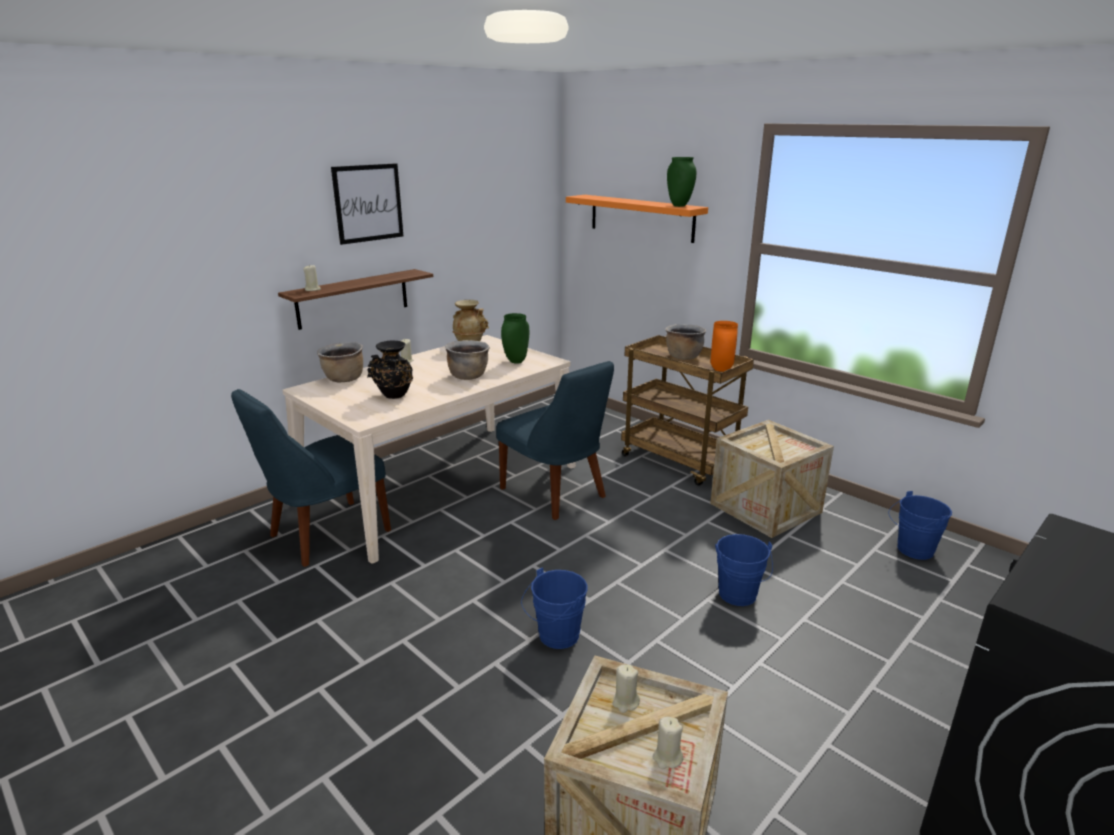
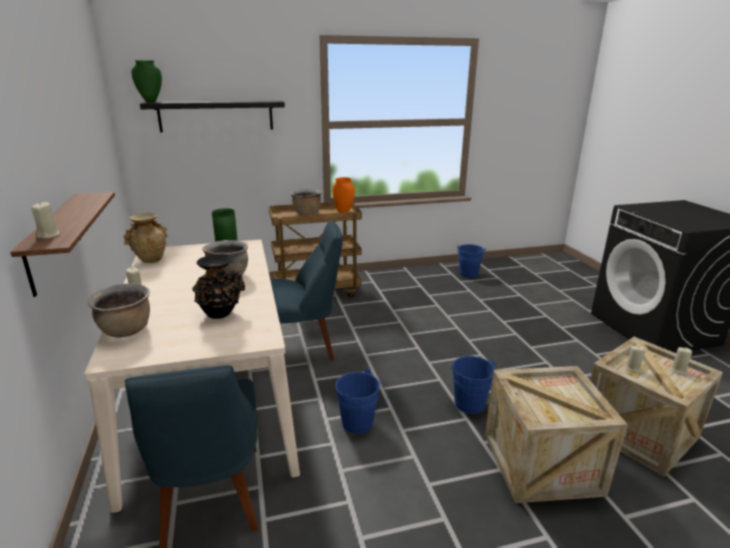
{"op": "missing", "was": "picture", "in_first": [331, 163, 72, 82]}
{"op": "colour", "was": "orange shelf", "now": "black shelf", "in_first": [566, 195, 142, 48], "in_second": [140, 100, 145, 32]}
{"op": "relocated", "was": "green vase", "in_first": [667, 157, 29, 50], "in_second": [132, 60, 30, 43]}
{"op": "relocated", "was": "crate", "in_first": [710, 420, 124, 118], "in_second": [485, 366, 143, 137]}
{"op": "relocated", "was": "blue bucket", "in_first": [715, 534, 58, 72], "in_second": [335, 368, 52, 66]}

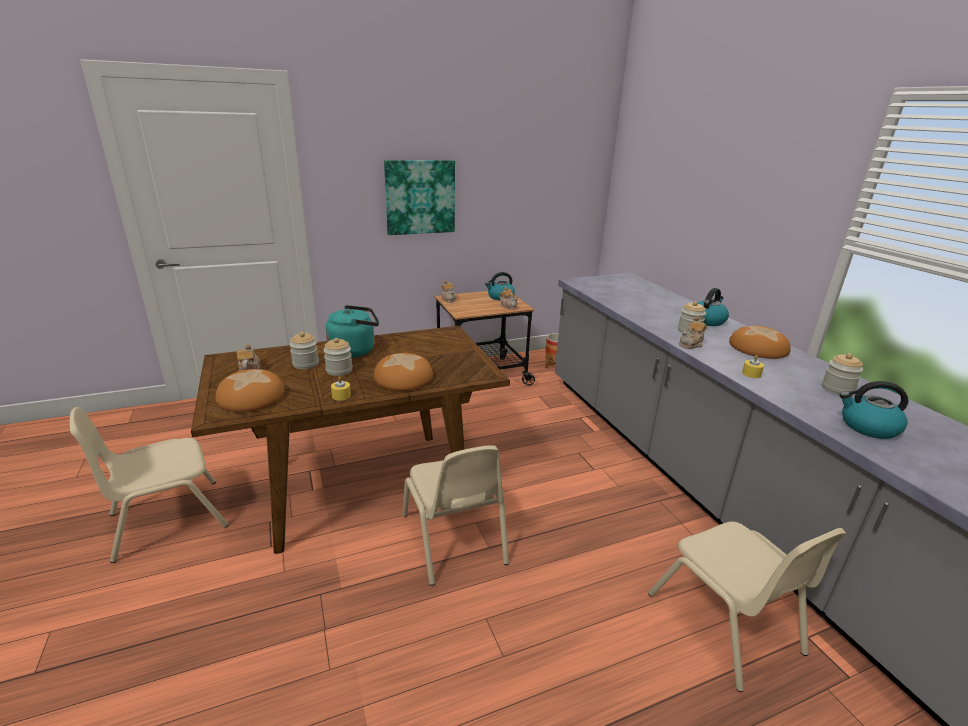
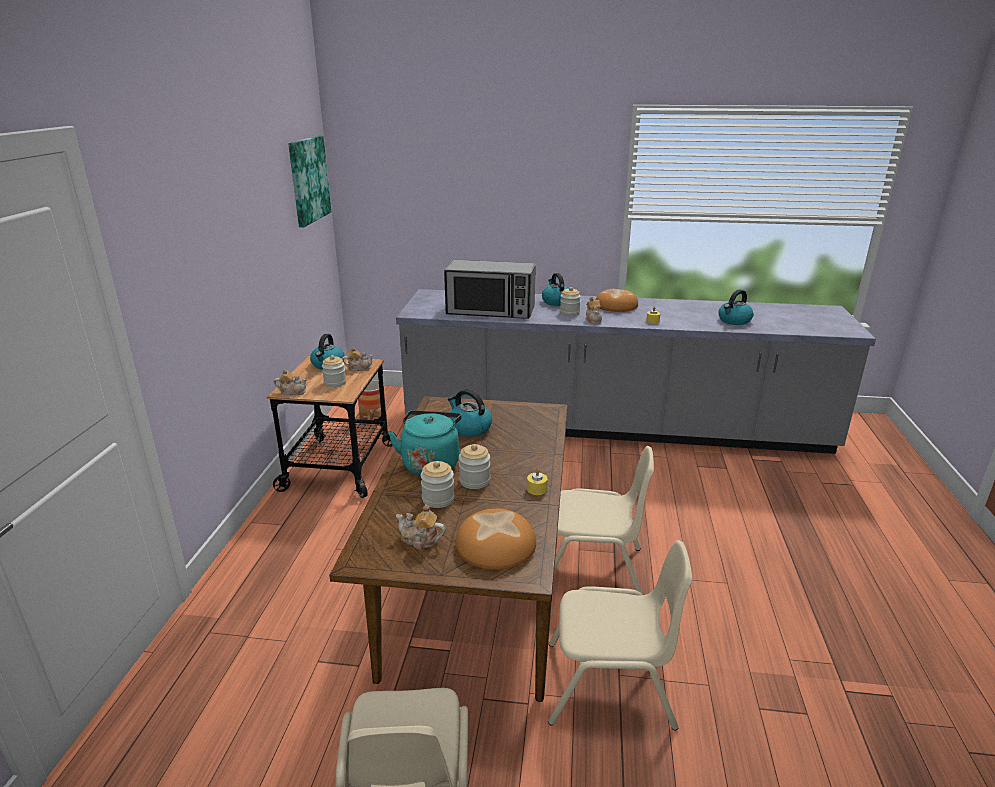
{"op": "missing", "was": "bread", "in_first": [374, 353, 59, 38]}
{"op": "relocated", "was": "picture", "in_first": [384, 160, 71, 75], "in_second": [288, 136, 43, 91]}
{"op": "relocated", "was": "beige chair", "in_first": [648, 521, 198, 171], "in_second": [548, 540, 144, 190]}
{"op": "relocated", "was": "jar", "in_first": [822, 353, 41, 42], "in_second": [322, 355, 24, 32]}
{"op": "appeared", "now": "microwave", "in_second": [444, 260, 92, 59]}
{"op": "appeared", "now": "kettle", "in_second": [448, 389, 44, 48]}

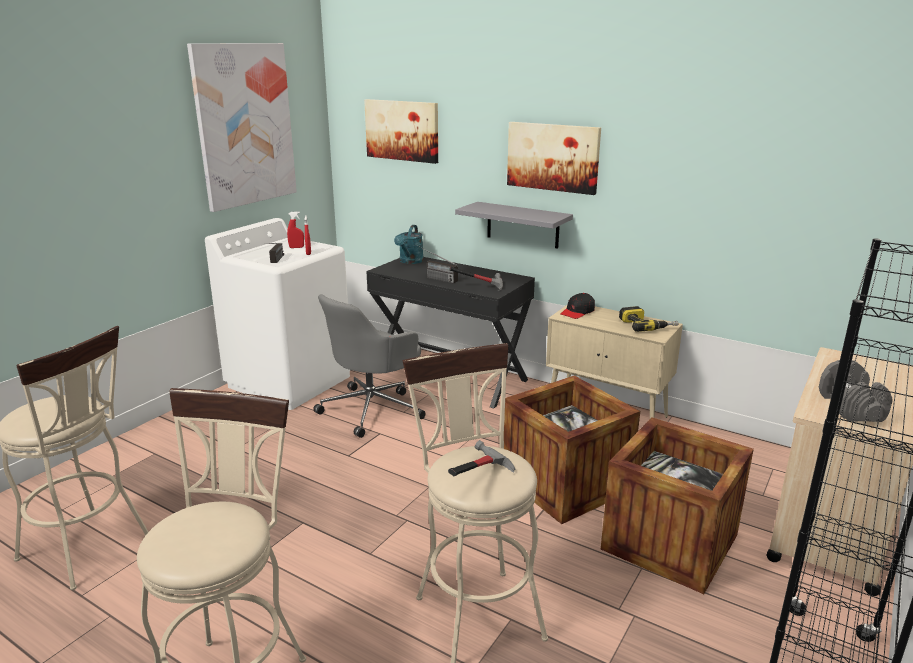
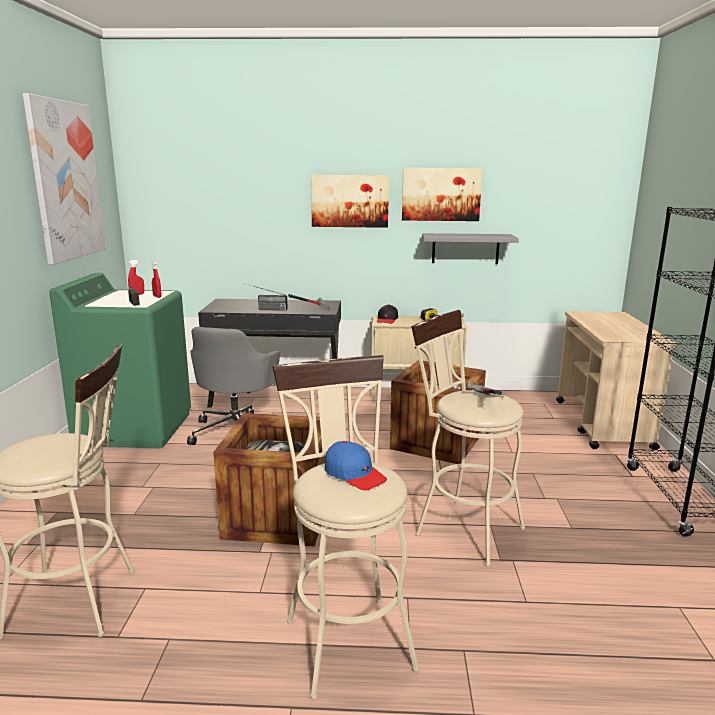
{"op": "colour", "was": "white washing machine", "now": "green washing machine", "in_first": [205, 218, 145, 192], "in_second": [50, 273, 141, 175]}
{"op": "relocated", "was": "picture", "in_first": [364, 99, 74, 65], "in_second": [402, 168, 81, 53]}
{"op": "missing", "was": "turquoise watering can", "in_first": [394, 225, 30, 39]}
{"op": "relocated", "was": "grey shelf", "in_first": [455, 202, 118, 47], "in_second": [422, 233, 97, 31]}
{"op": "relocated", "was": "crate", "in_first": [601, 417, 153, 177], "in_second": [213, 413, 112, 133]}
{"op": "missing", "was": "grey dumbbell", "in_first": [819, 360, 74, 62]}
{"op": "appeared", "now": "blue cap", "in_second": [325, 441, 62, 49]}

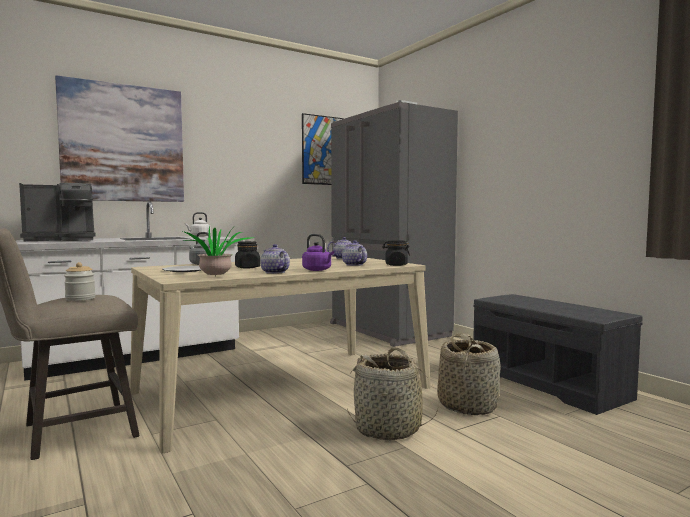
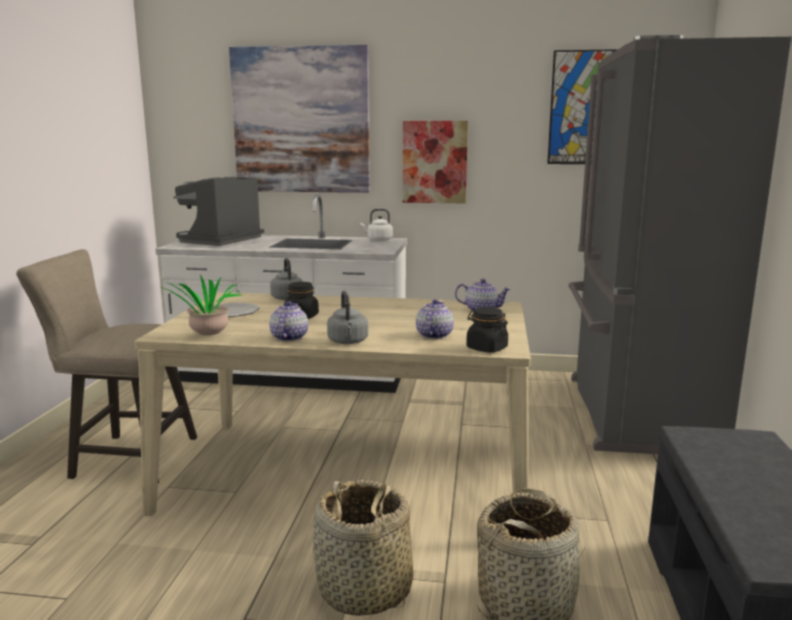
{"op": "spun", "was": "coffee machine", "in_first": [19, 183, 77, 58], "in_second": [174, 177, 90, 69], "clockwise": 105}
{"op": "missing", "was": "jar", "in_first": [64, 262, 32, 39]}
{"op": "colour", "was": "purple kettle", "now": "grey kettle", "in_first": [302, 234, 32, 37], "in_second": [327, 291, 41, 53]}
{"op": "appeared", "now": "picture", "in_second": [403, 121, 65, 83]}

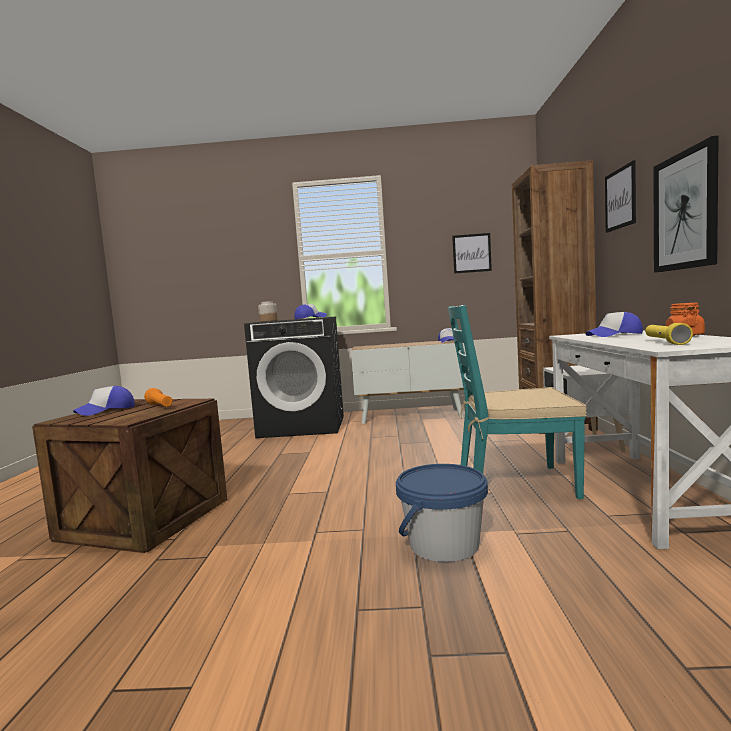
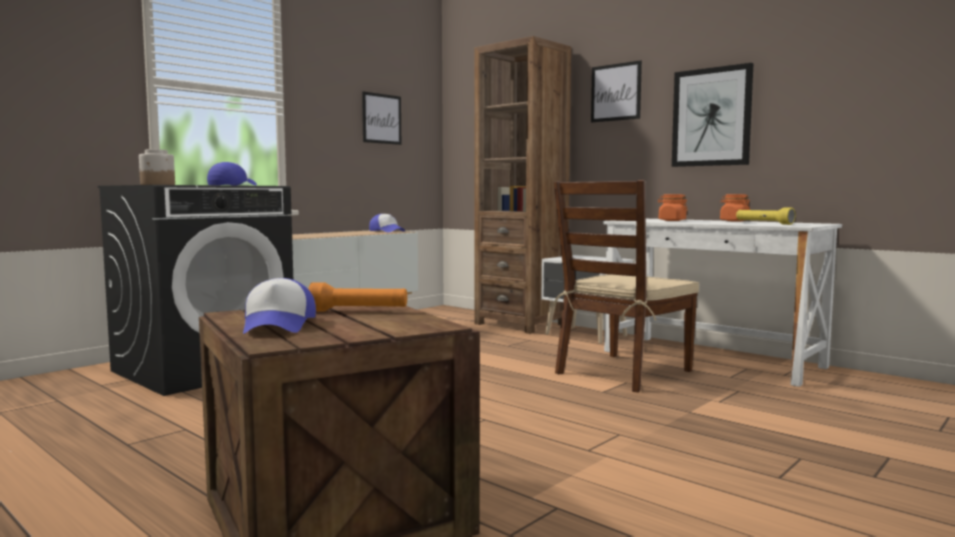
{"op": "missing", "was": "blue bucket", "in_first": [396, 464, 92, 98]}
{"op": "colour", "was": "turquoise chair", "now": "brown chair", "in_first": [448, 305, 139, 194], "in_second": [554, 180, 145, 213]}
{"op": "exchanged", "was": "cap", "now": "orange jar", "in_first": [586, 312, 57, 25], "in_second": [658, 194, 30, 27]}

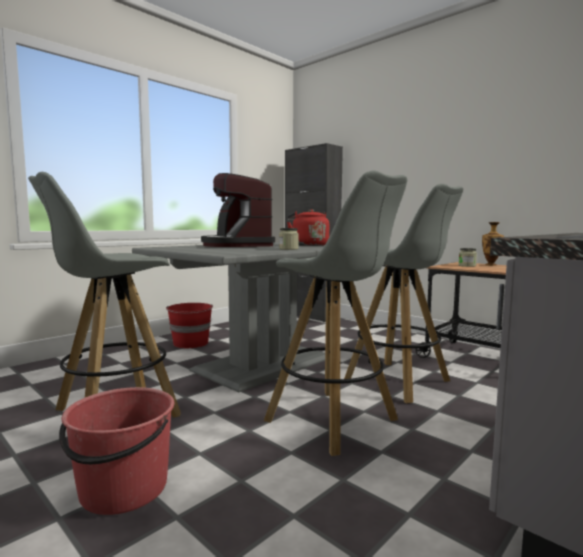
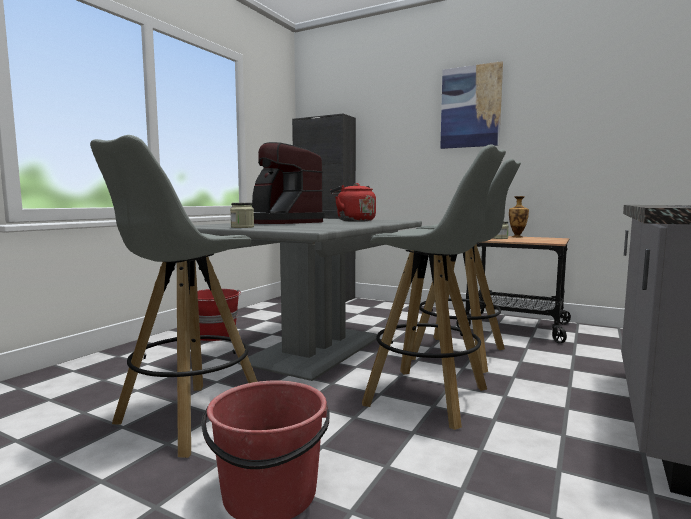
{"op": "relocated", "was": "jar", "in_first": [279, 228, 20, 22], "in_second": [230, 203, 24, 25]}
{"op": "appeared", "now": "picture", "in_second": [440, 61, 63, 88]}

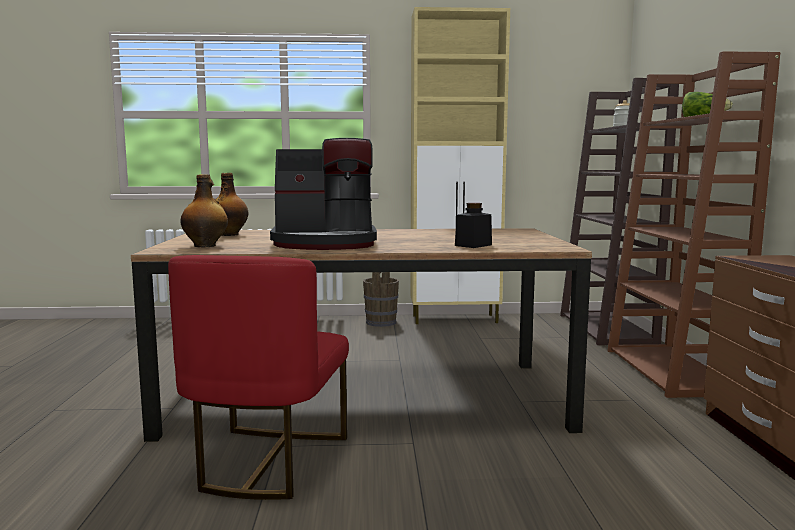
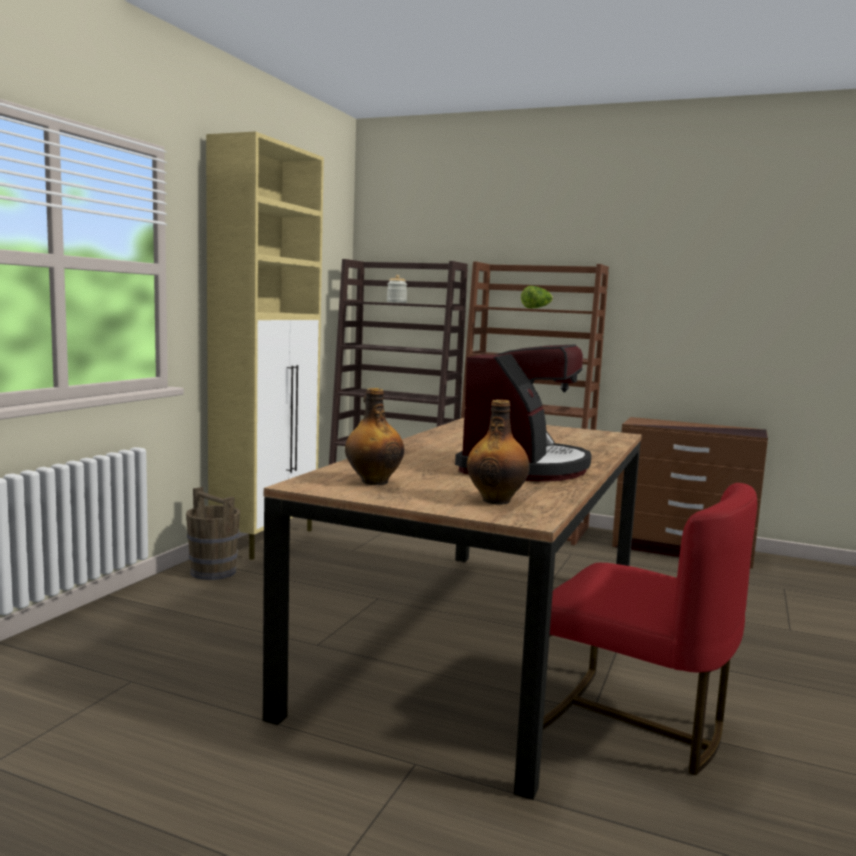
{"op": "missing", "was": "black jar", "in_first": [455, 203, 37, 45]}

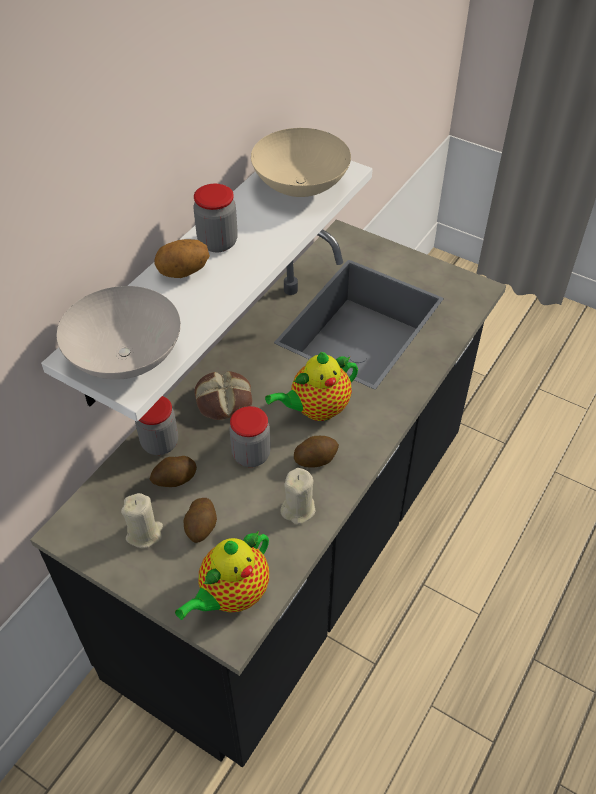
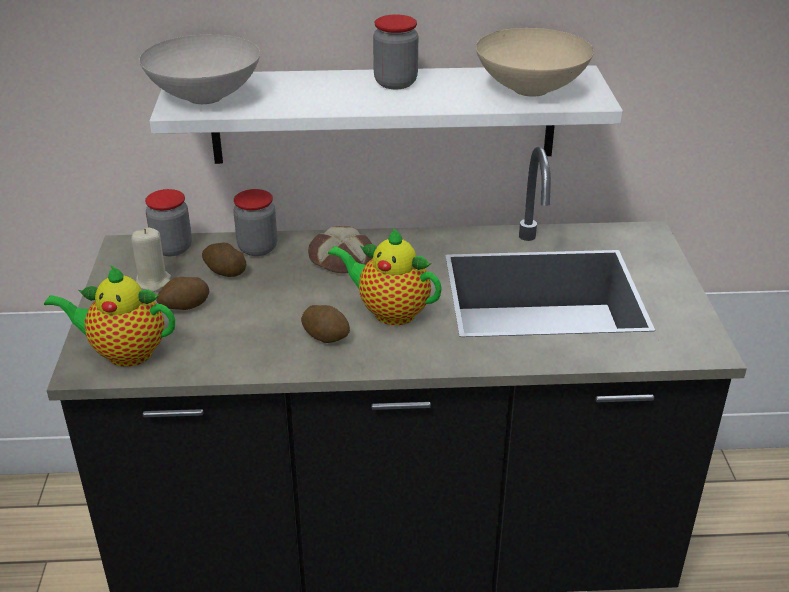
{"op": "missing", "was": "potato", "in_first": [154, 239, 56, 39]}
{"op": "relocated", "was": "jar", "in_first": [229, 406, 42, 61], "in_second": [145, 189, 47, 67]}
{"op": "missing", "was": "beige candle", "in_first": [280, 468, 36, 57]}

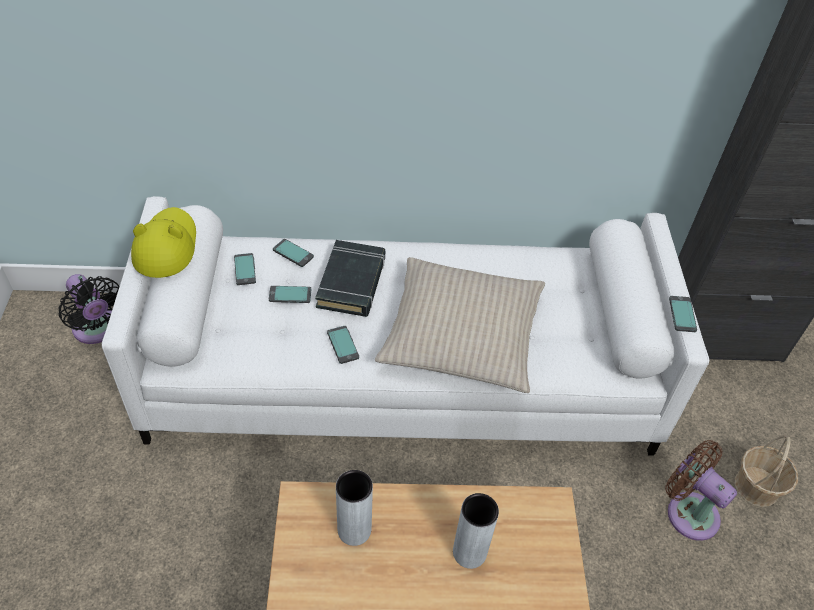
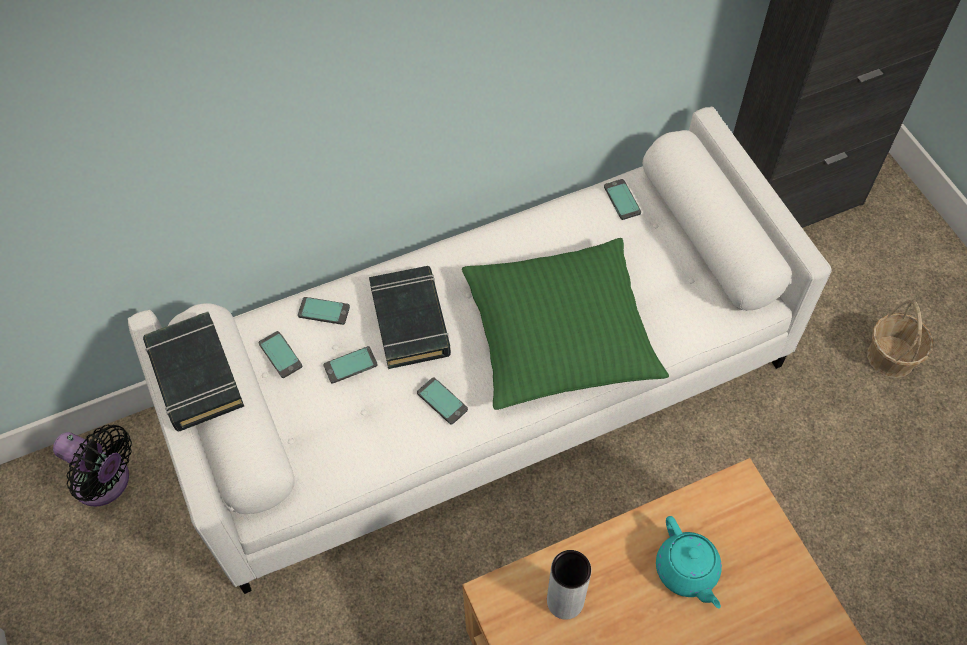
{"op": "exchanged", "was": "yellow hat", "now": "black book", "in_first": [131, 207, 65, 71], "in_second": [143, 311, 101, 120]}
{"op": "colour", "was": "beige pillow", "now": "green pillow", "in_first": [375, 257, 170, 136], "in_second": [462, 238, 207, 172]}
{"op": "exchanged", "was": "grey vase", "now": "turquoise teapot", "in_first": [453, 493, 46, 76], "in_second": [656, 516, 66, 93]}
{"op": "missing", "was": "brown fan", "in_first": [665, 440, 72, 101]}
{"op": "relocated", "was": "phone", "in_first": [669, 296, 28, 36], "in_second": [604, 179, 37, 41]}

